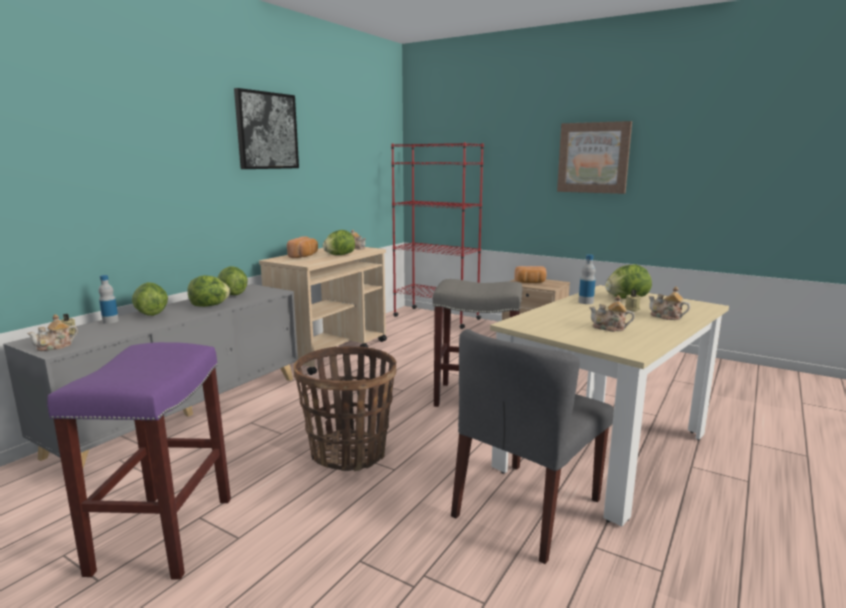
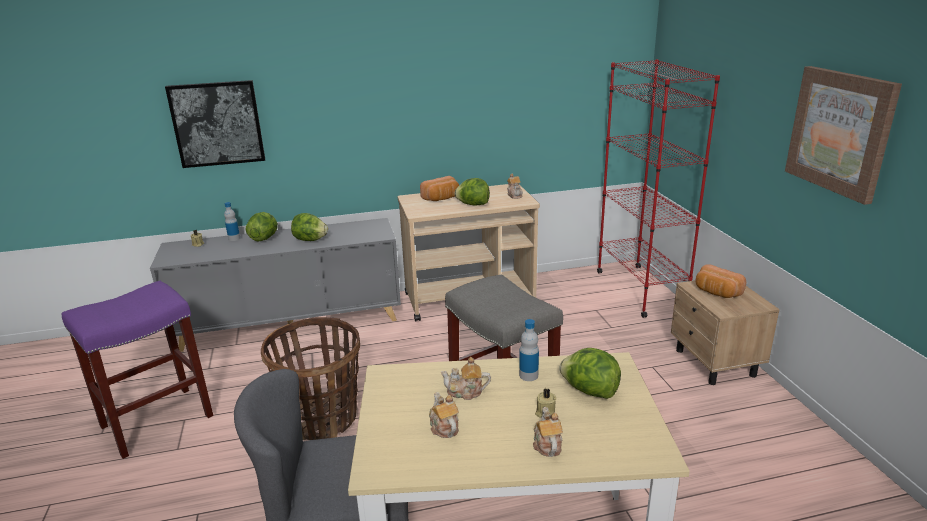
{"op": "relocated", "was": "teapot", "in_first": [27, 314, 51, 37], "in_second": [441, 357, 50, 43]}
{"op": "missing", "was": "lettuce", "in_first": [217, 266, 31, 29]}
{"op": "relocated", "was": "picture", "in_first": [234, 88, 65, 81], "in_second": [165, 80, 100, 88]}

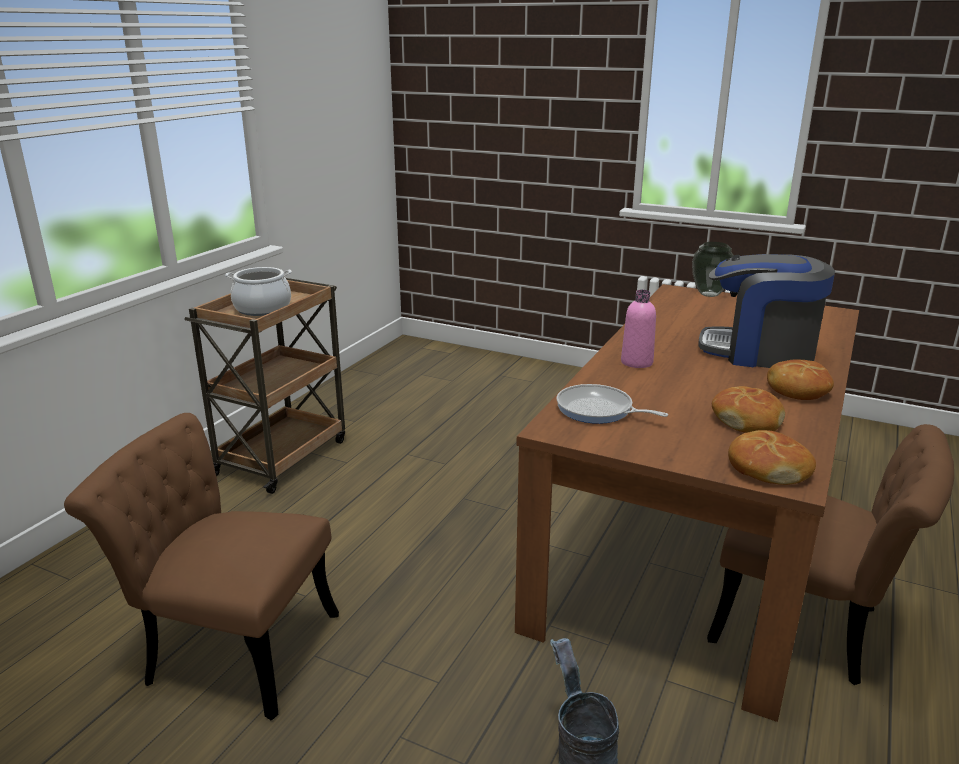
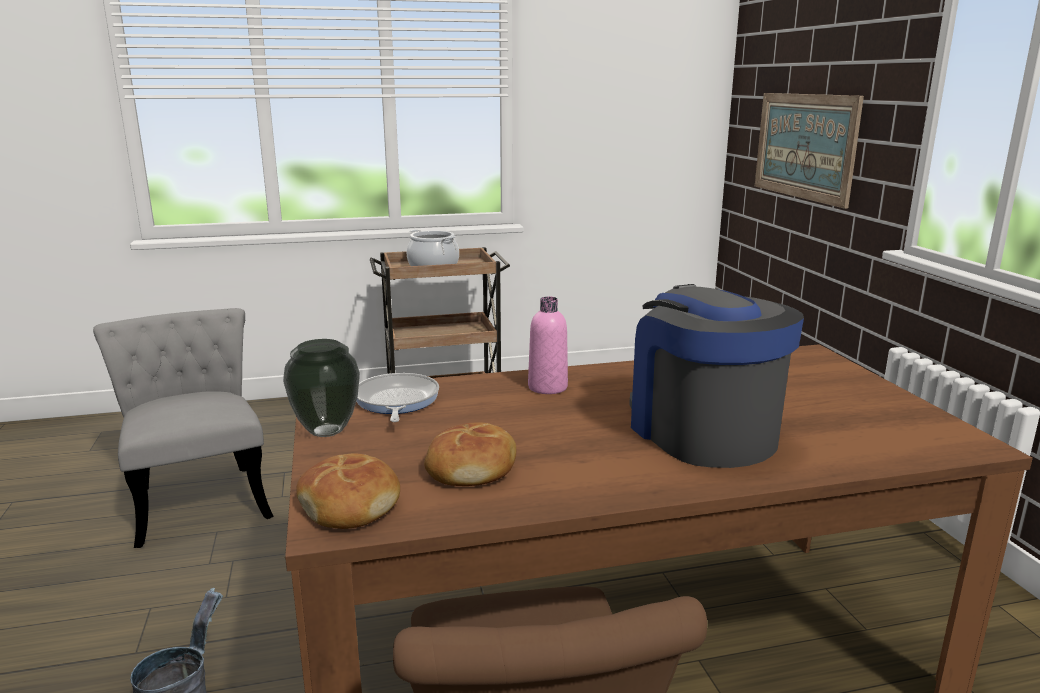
{"op": "colour", "was": "brown chair", "now": "grey chair", "in_first": [64, 413, 275, 308], "in_second": [93, 308, 181, 240]}
{"op": "relocated", "was": "vase", "in_first": [692, 242, 42, 55], "in_second": [283, 339, 77, 98]}
{"op": "missing", "was": "bread", "in_first": [767, 359, 67, 41]}
{"op": "appeared", "now": "picture", "in_second": [755, 93, 109, 116]}

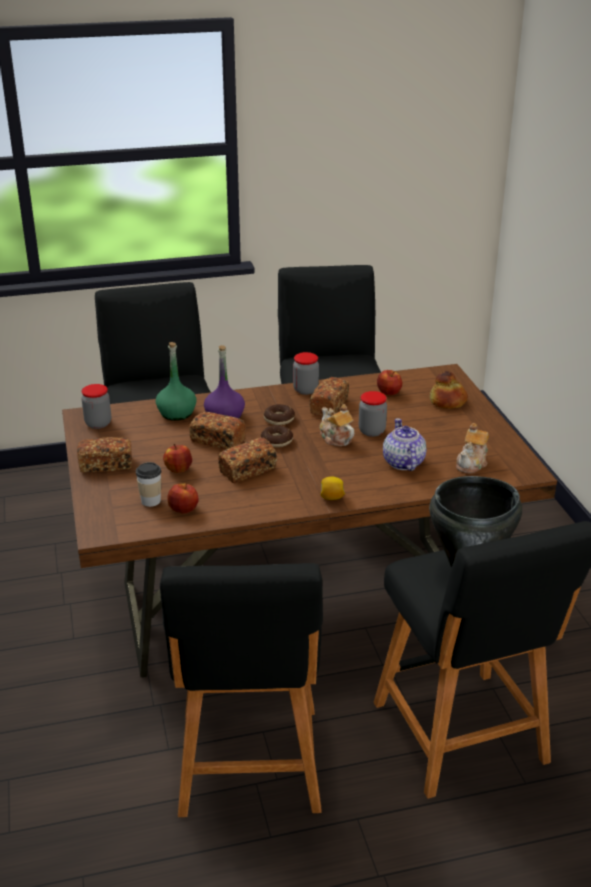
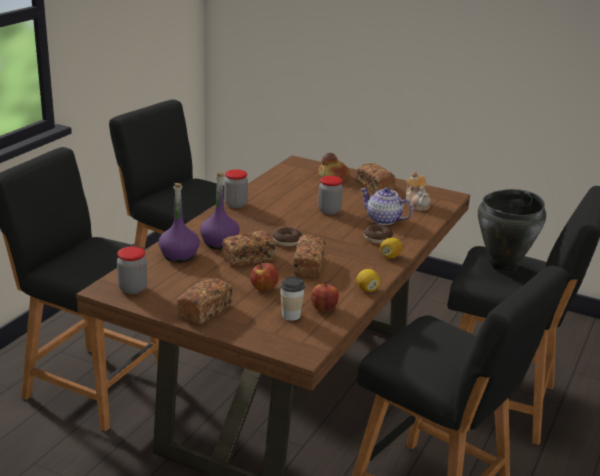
{"op": "colour", "was": "green bottle", "now": "purple bottle", "in_first": [156, 342, 41, 79], "in_second": [158, 183, 42, 79]}
{"op": "relocated", "was": "donut", "in_first": [264, 404, 31, 21], "in_second": [364, 225, 29, 19]}
{"op": "relocated", "was": "bread", "in_first": [309, 377, 40, 40], "in_second": [356, 163, 40, 31]}
{"op": "missing", "was": "teapot", "in_first": [320, 404, 34, 42]}
{"op": "missing", "was": "apple", "in_first": [377, 370, 25, 26]}
{"op": "appeared", "now": "lemon", "in_second": [356, 269, 24, 23]}

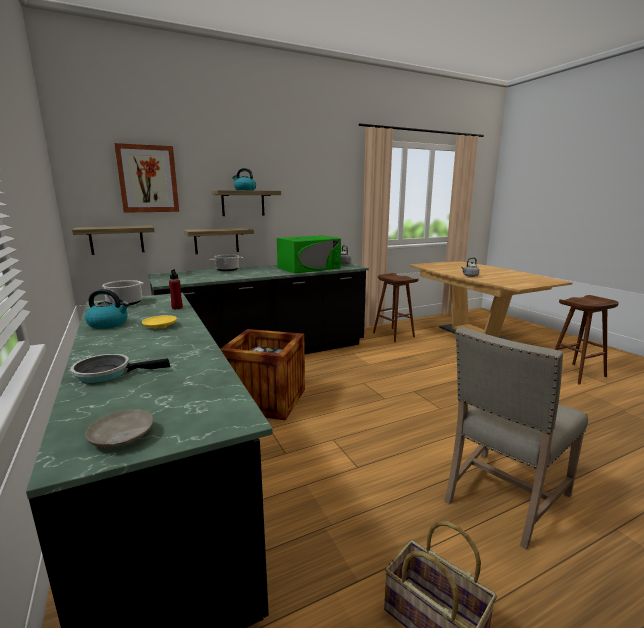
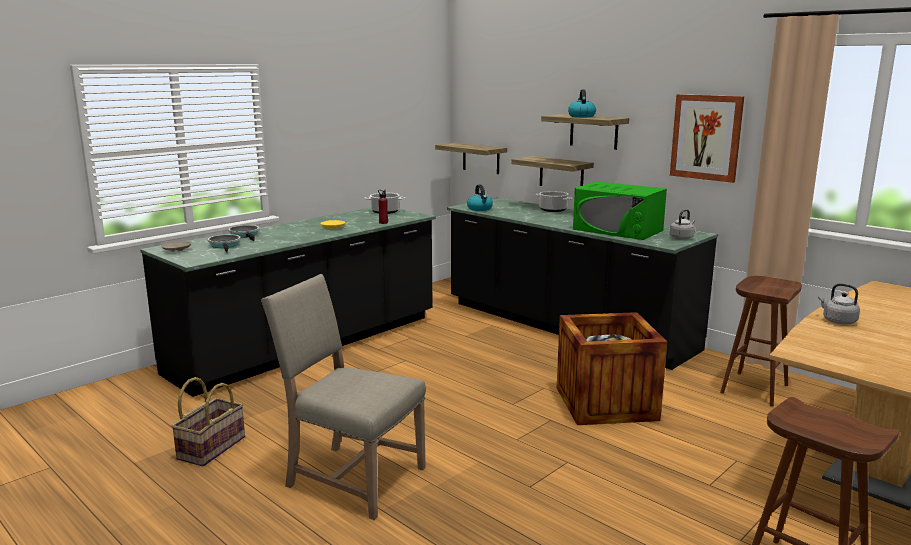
{"op": "relocated", "was": "kettle", "in_first": [85, 289, 44, 40], "in_second": [467, 184, 26, 27]}
{"op": "relocated", "was": "picture", "in_first": [114, 143, 65, 70], "in_second": [670, 94, 74, 89]}
{"op": "relocated", "was": "crate", "in_first": [220, 329, 85, 91], "in_second": [557, 312, 110, 113]}
{"op": "appeared", "now": "frying pan", "in_second": [208, 234, 33, 19]}

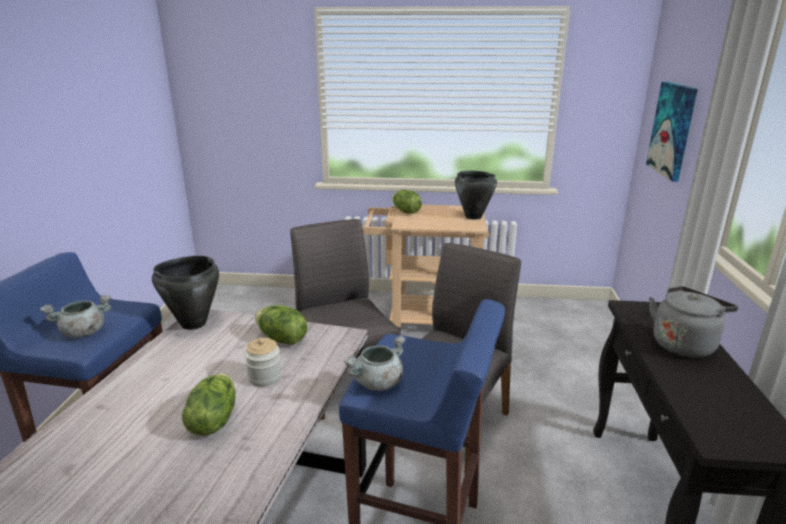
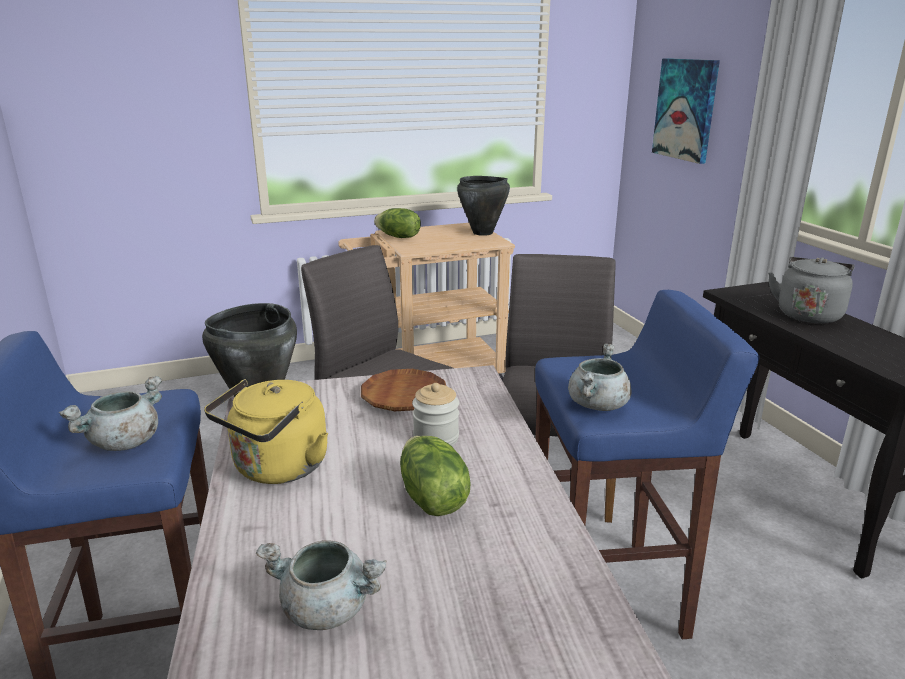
{"op": "exchanged", "was": "lettuce", "now": "brown plate", "in_first": [255, 305, 52, 40], "in_second": [361, 369, 85, 42]}
{"op": "appeared", "now": "yellow kettle", "in_second": [204, 379, 124, 105]}
{"op": "appeared", "now": "grey cooking pot", "in_second": [256, 540, 130, 90]}

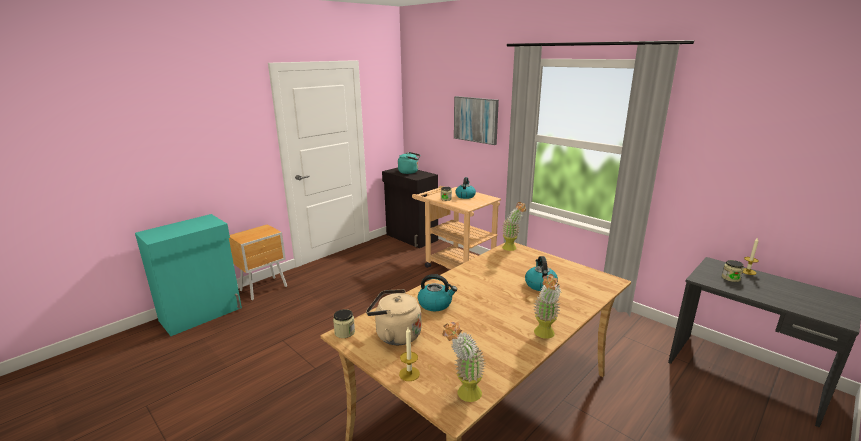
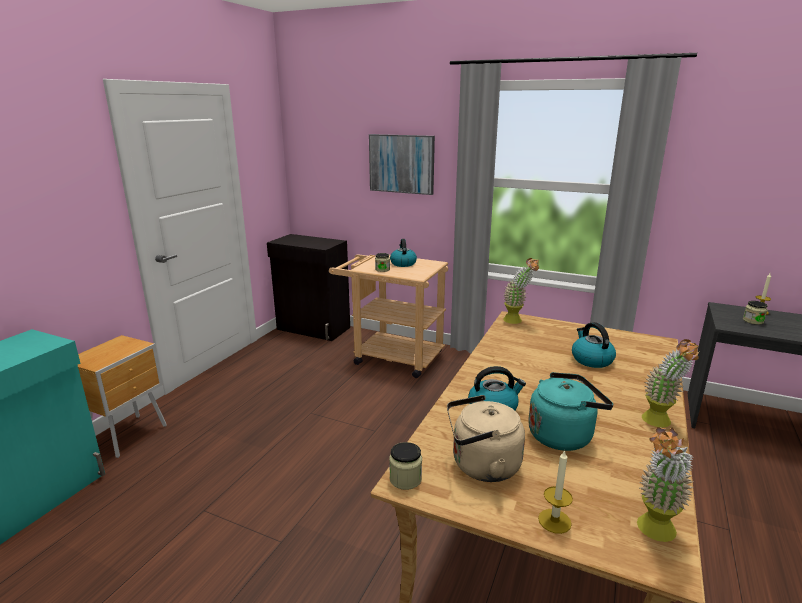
{"op": "relocated", "was": "turquoise kettle", "in_first": [398, 152, 22, 22], "in_second": [528, 372, 85, 79]}

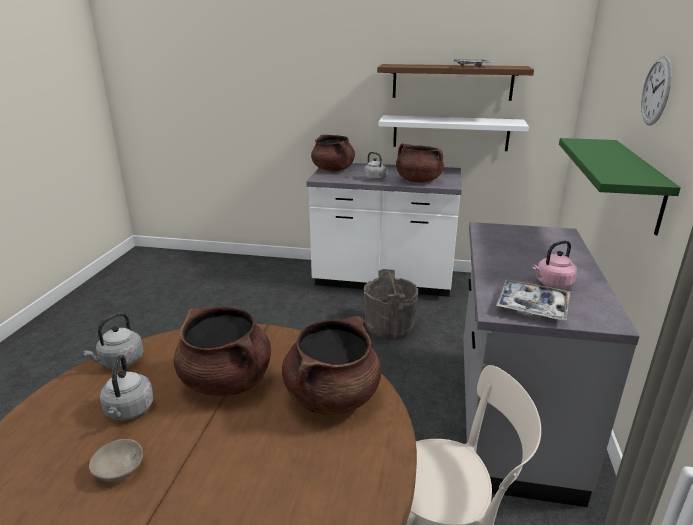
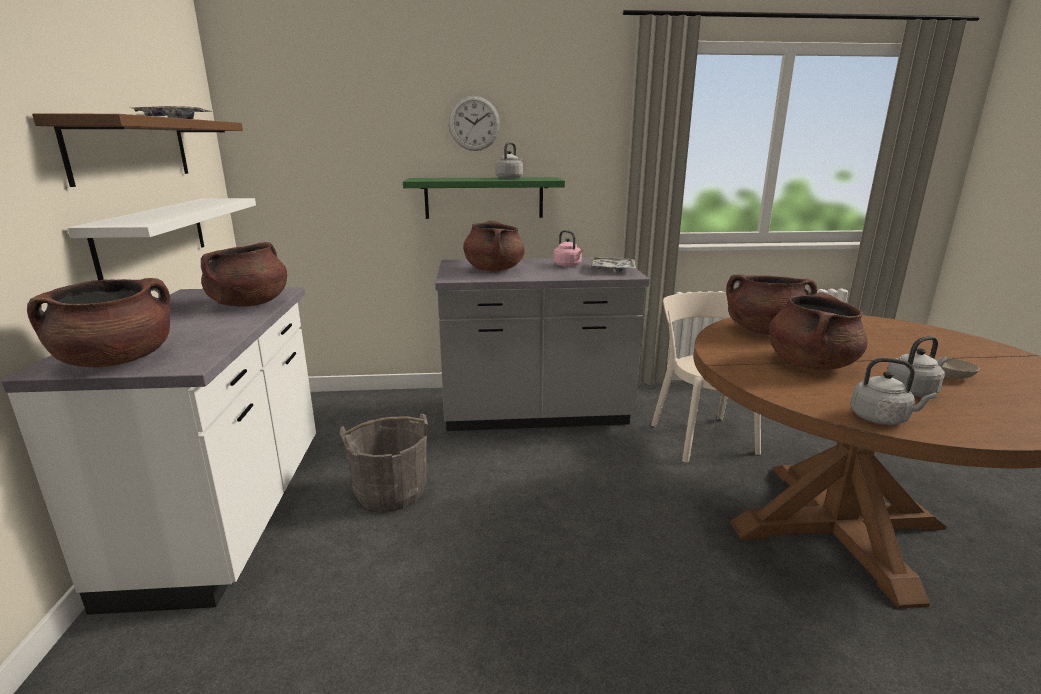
{"op": "relocated", "was": "grey kettle", "in_first": [364, 152, 24, 29], "in_second": [495, 142, 28, 37]}
{"op": "appeared", "now": "brown cooking pot", "in_second": [463, 221, 62, 50]}

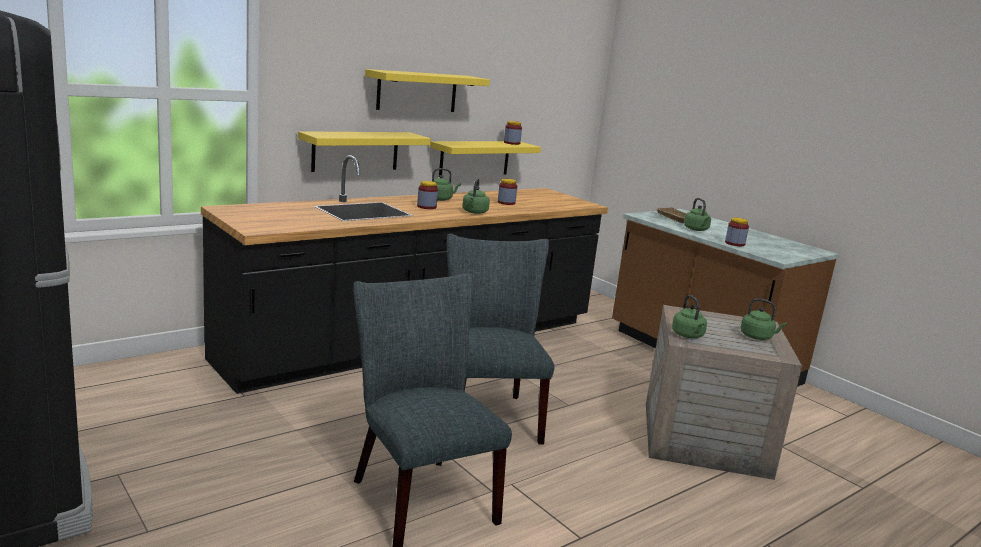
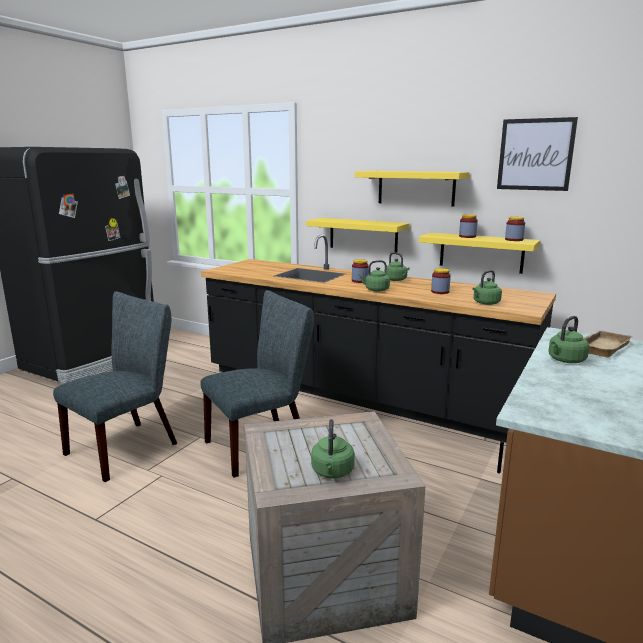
{"op": "relocated", "was": "green kettle", "in_first": [672, 295, 35, 43], "in_second": [472, 270, 30, 35]}
{"op": "relocated", "was": "jar", "in_first": [725, 218, 24, 28], "in_second": [459, 214, 19, 24]}
{"op": "appeared", "now": "picture", "in_second": [497, 117, 81, 74]}

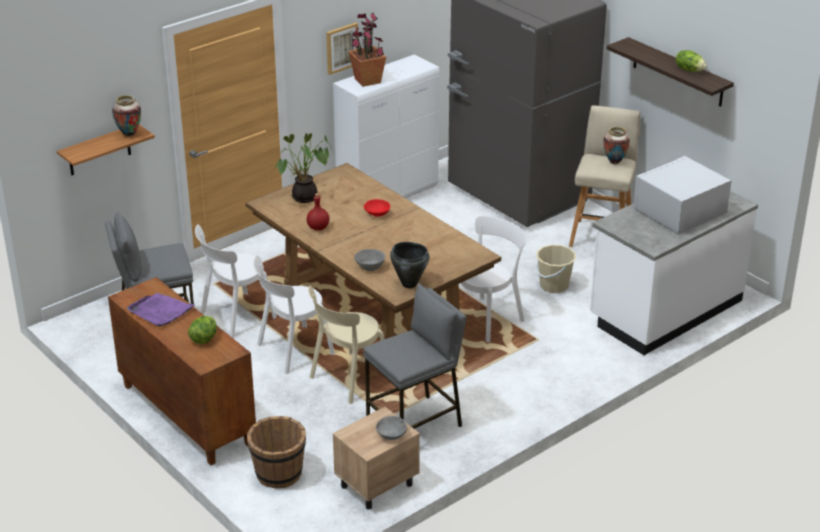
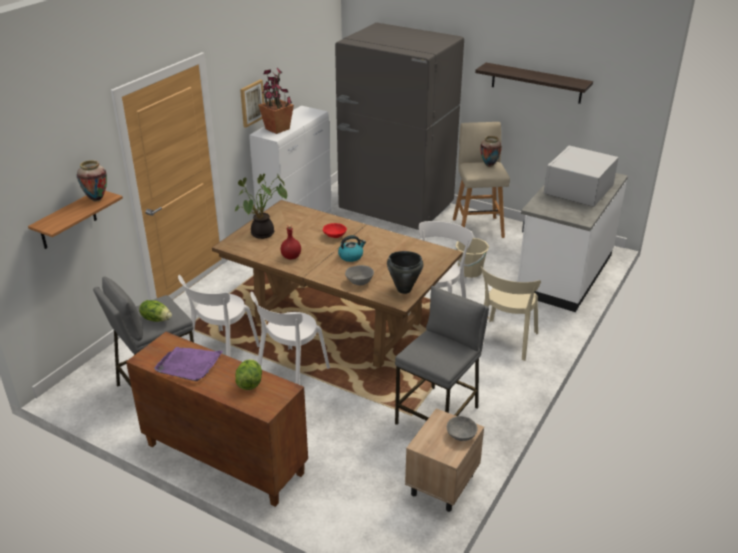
{"op": "missing", "was": "brown bucket", "in_first": [247, 416, 59, 72]}
{"op": "relocated", "was": "beige chair", "in_first": [308, 286, 77, 118], "in_second": [481, 266, 60, 95]}
{"op": "relocated", "was": "lettuce", "in_first": [675, 50, 32, 22], "in_second": [139, 300, 33, 22]}
{"op": "appeared", "now": "kettle", "in_second": [338, 235, 28, 27]}

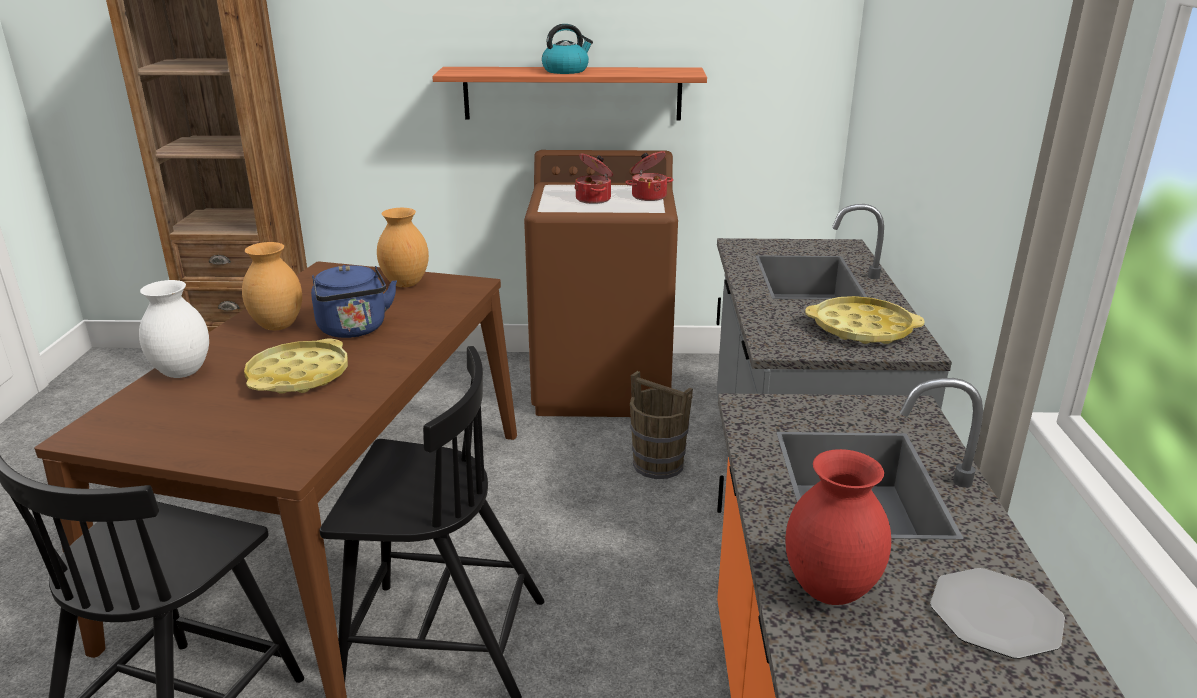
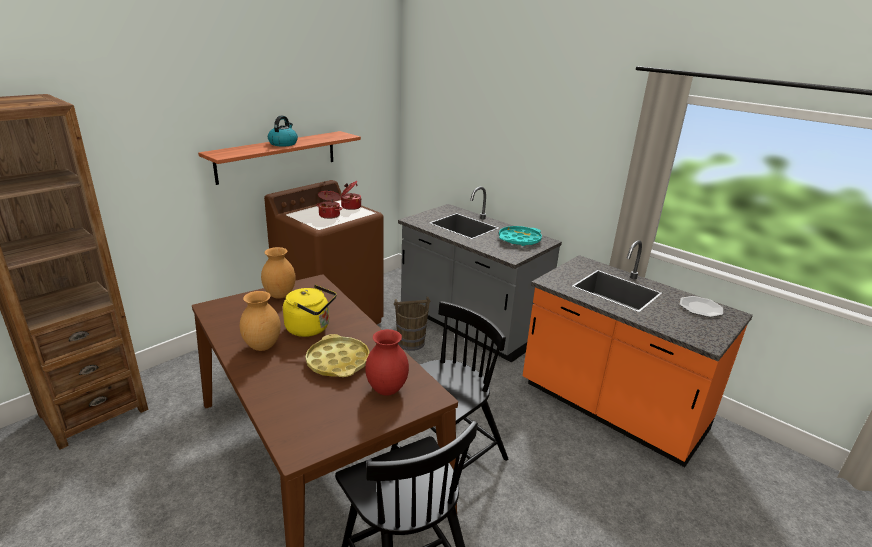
{"op": "missing", "was": "white vase", "in_first": [139, 280, 70, 98]}
{"op": "colour", "was": "blue kettle", "now": "yellow kettle", "in_first": [311, 265, 86, 73], "in_second": [283, 285, 53, 52]}
{"op": "relocated", "was": "red vase", "in_first": [785, 449, 106, 156], "in_second": [365, 329, 44, 67]}
{"op": "colour", "was": "yellow tray", "now": "turquoise tray", "in_first": [805, 296, 119, 48], "in_second": [499, 226, 43, 20]}

